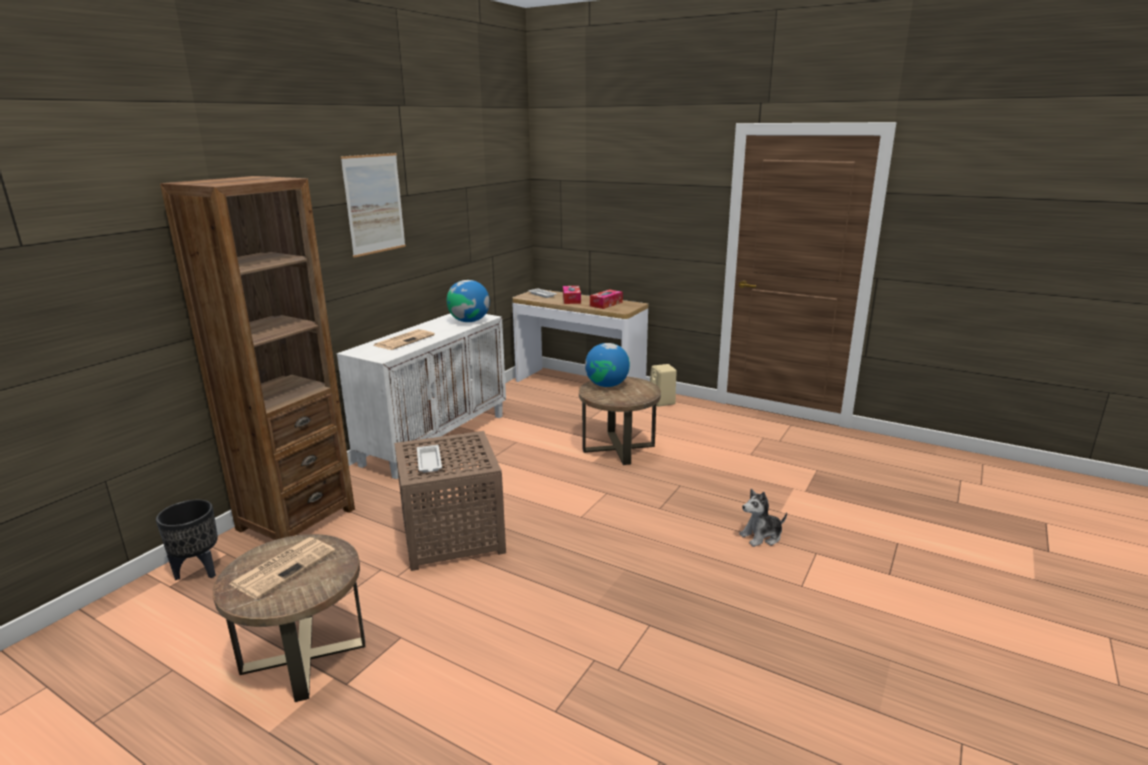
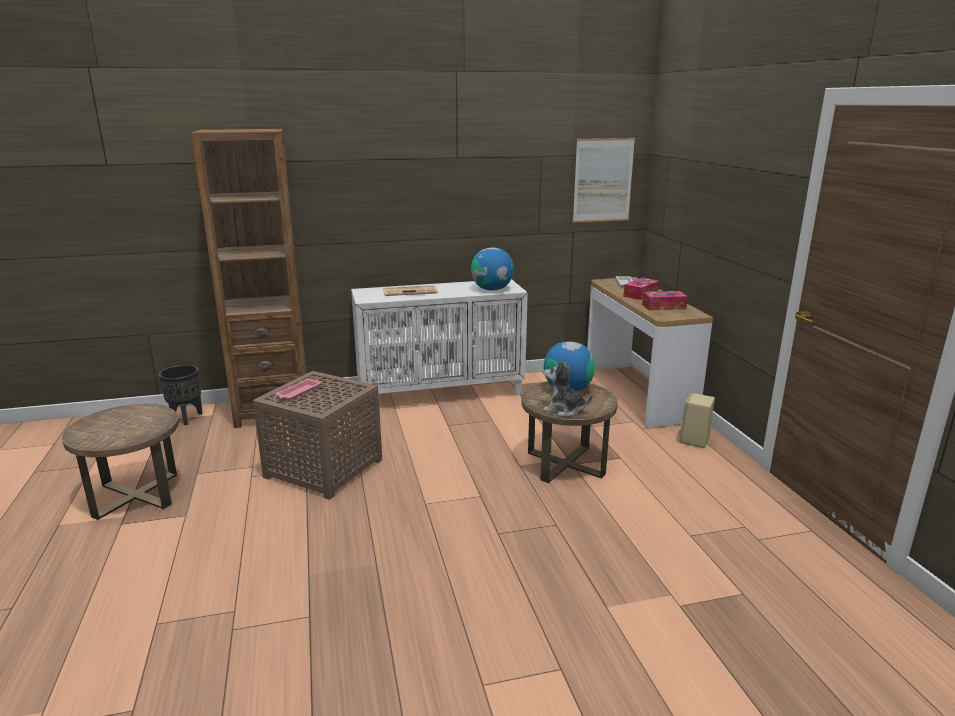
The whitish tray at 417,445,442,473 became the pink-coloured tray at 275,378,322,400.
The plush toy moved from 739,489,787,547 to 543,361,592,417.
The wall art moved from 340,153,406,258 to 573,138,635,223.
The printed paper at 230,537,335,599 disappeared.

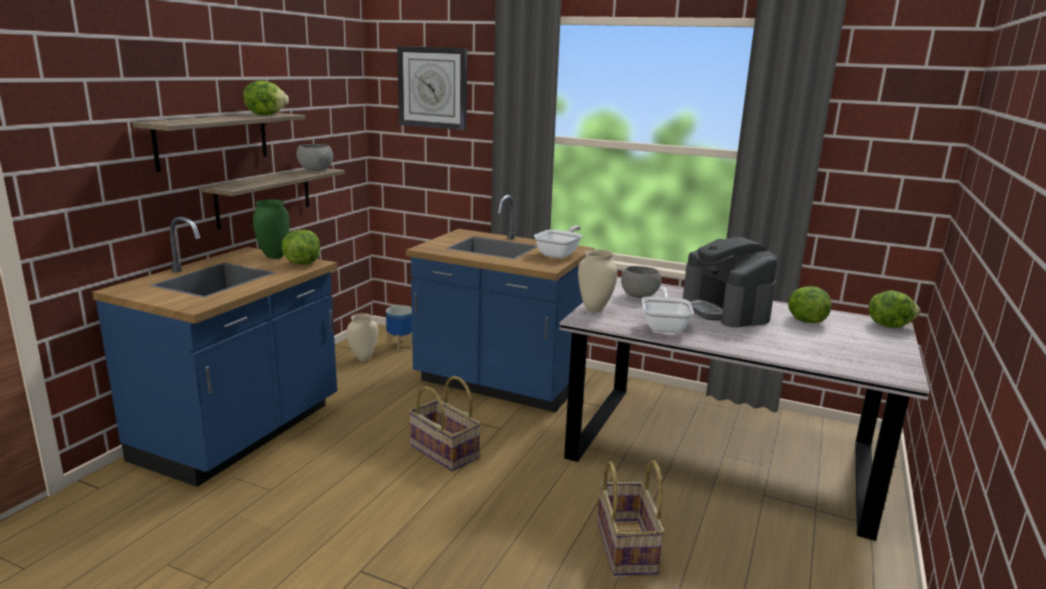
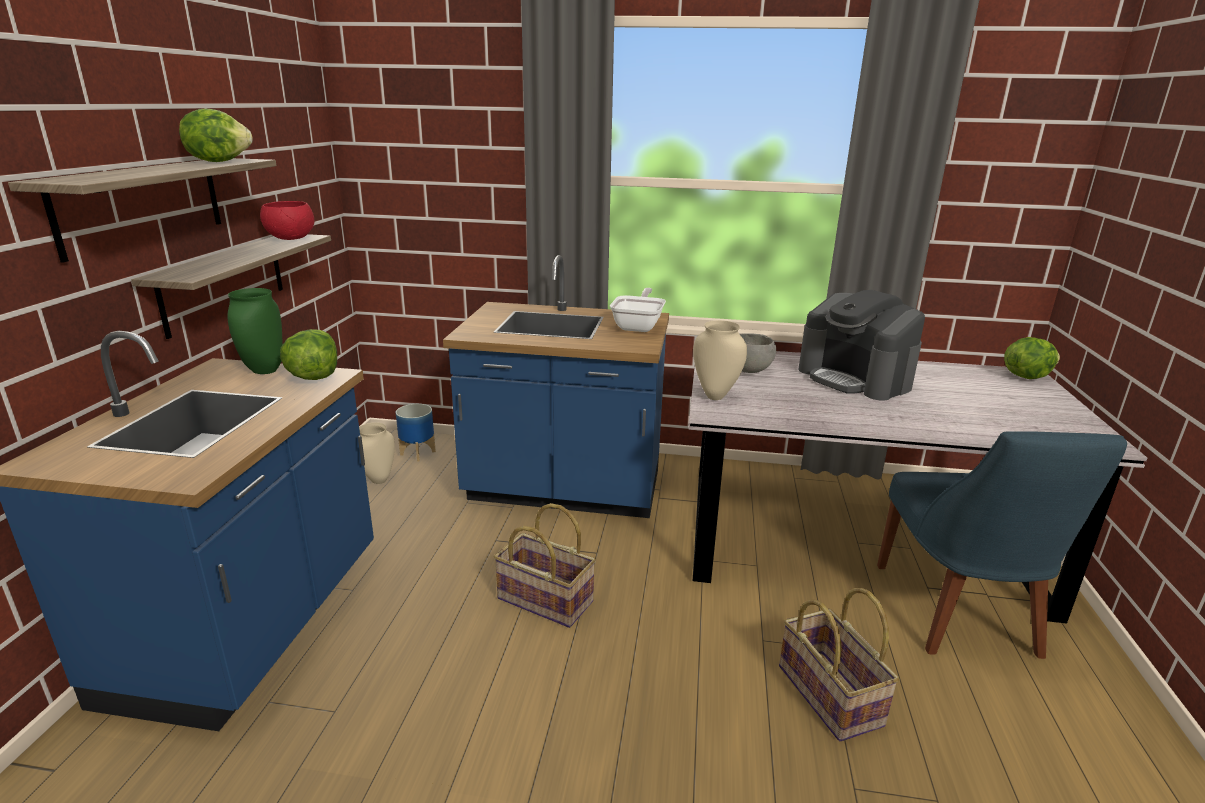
The gray deep dish at 296,144,333,171 became the red-coloured deep dish at 260,201,314,240.
The bluish chair at 877,431,1127,659 appeared.
The hanging clock at 397,46,467,130 disappeared.
The frying pan at 642,287,694,333 disappeared.
The lettuce at 788,286,831,323 disappeared.

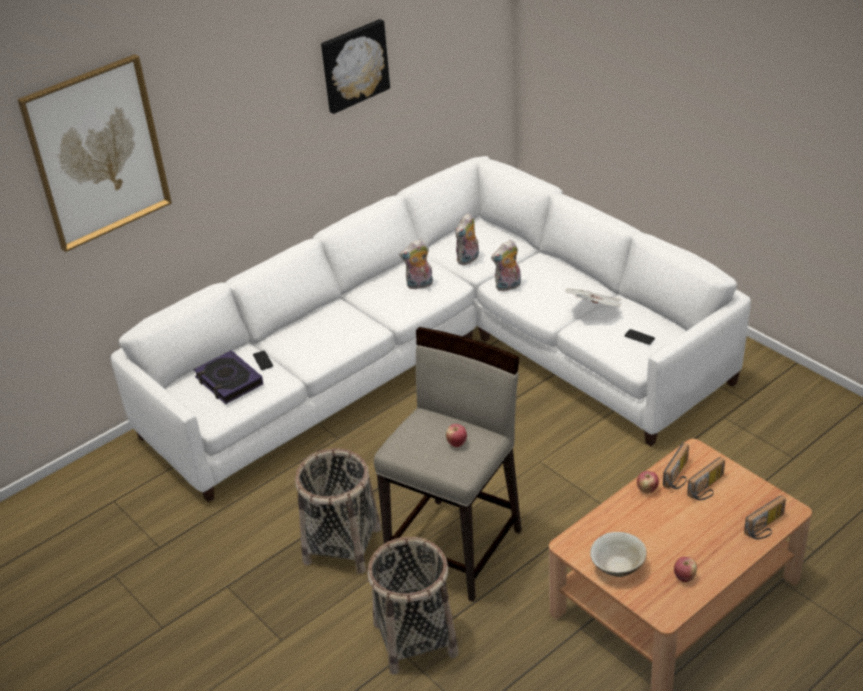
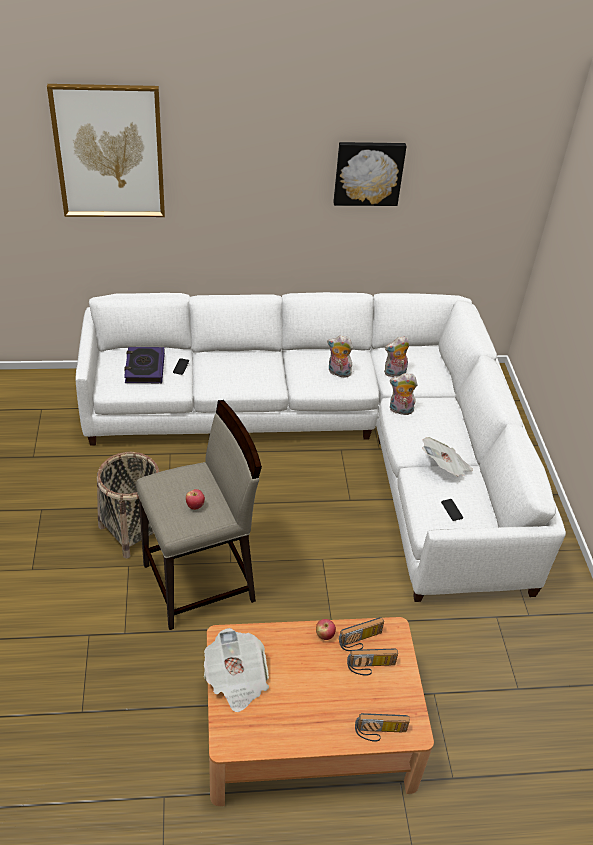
The beige deep dish at 590,532,647,577 was replaced by the printed paper at 204,628,269,712.
The storage basket at 367,537,458,675 disappeared.
The apple fruit at 674,557,697,583 disappeared.

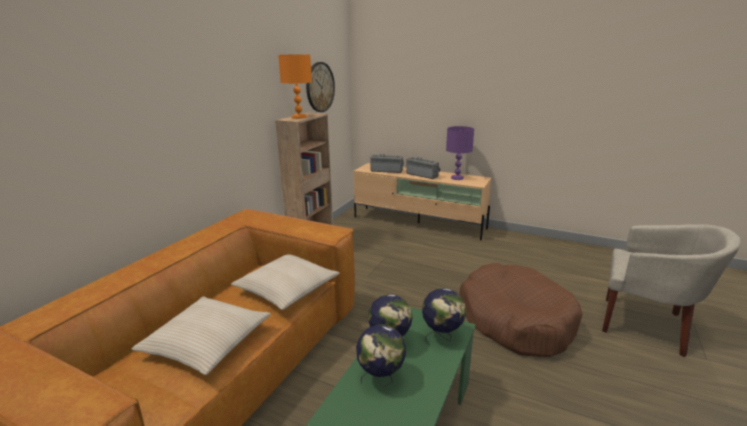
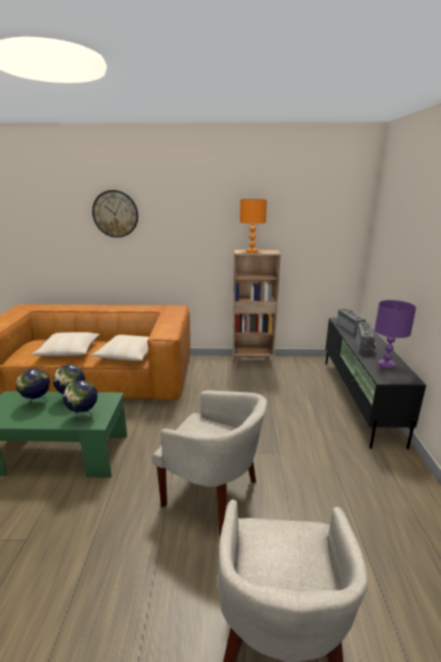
The hanging clock moved from 306,62,335,112 to 92,190,138,238.
The brown pet bed at 459,263,583,357 was replaced by the beige easy chair at 152,391,267,536.
The beige media console at 353,163,491,240 became the black-coloured media console at 325,318,426,449.

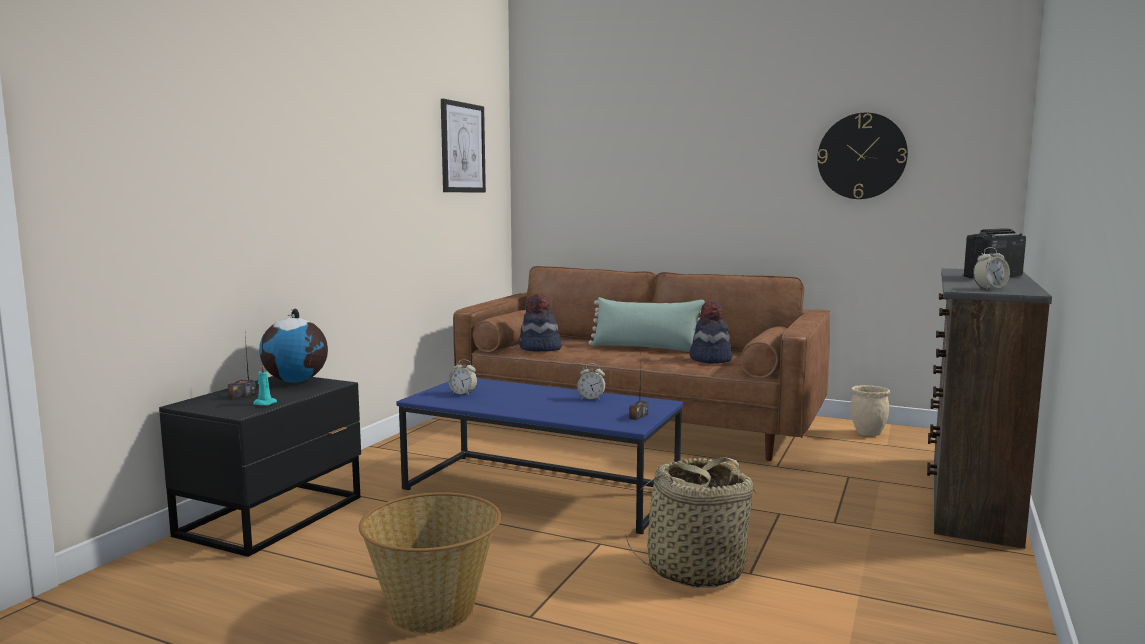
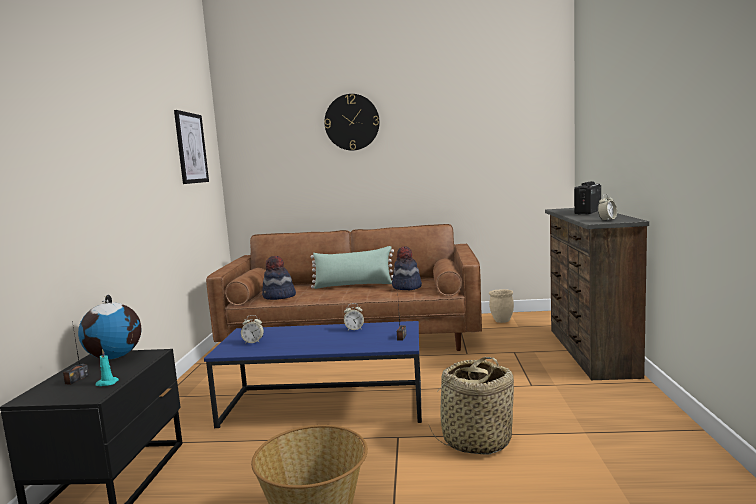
The hanging clock moved from 817,113,908,199 to 324,94,380,151.

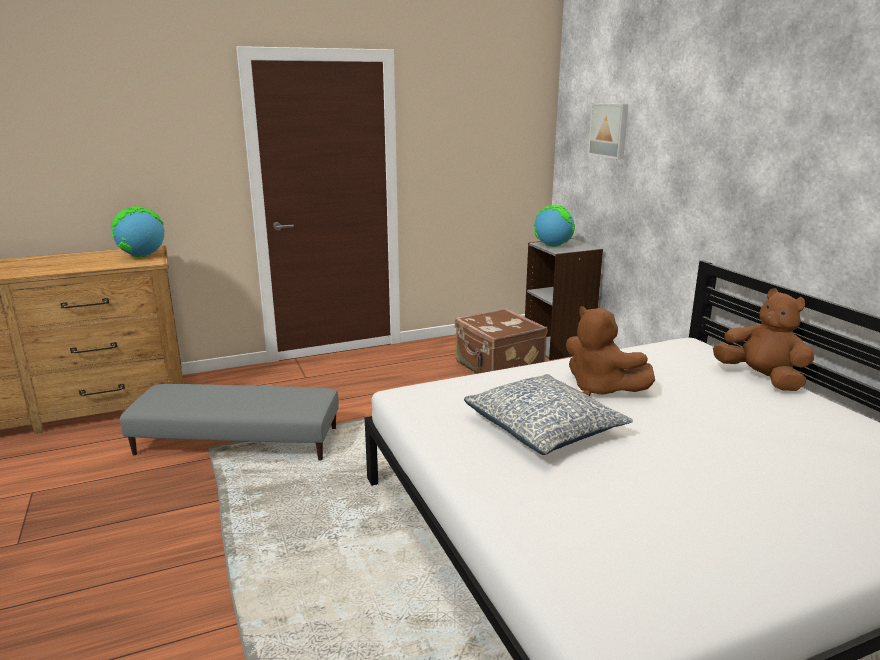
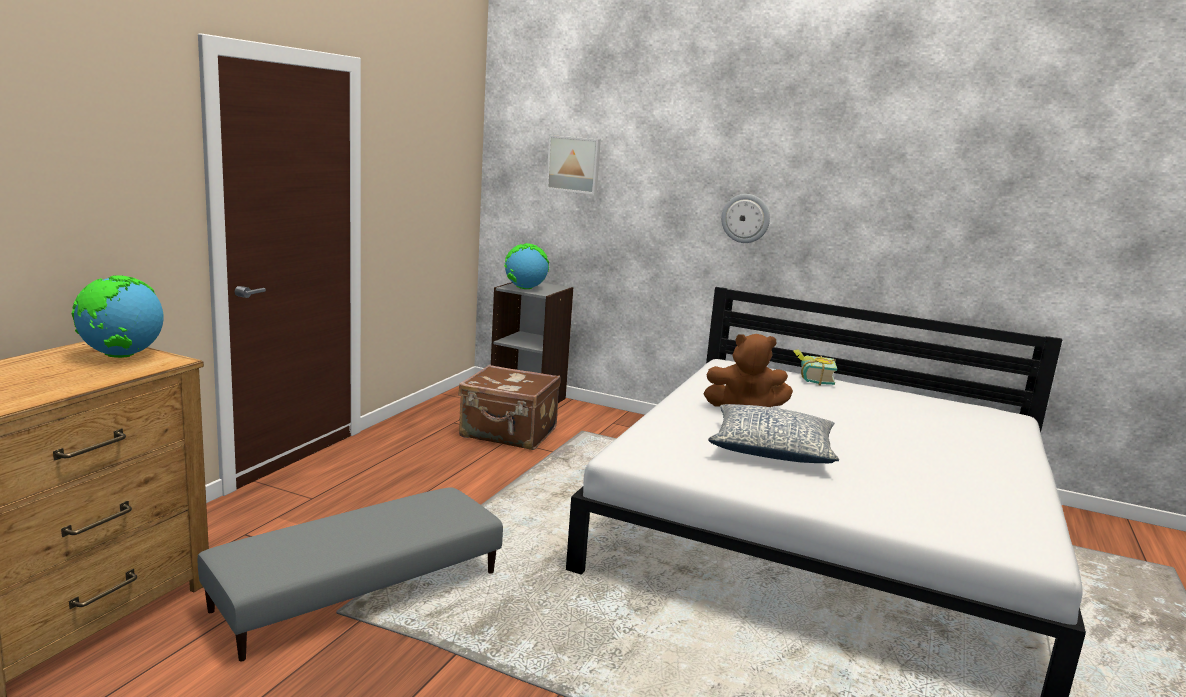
The hanging clock at 721,194,770,243 appeared.
The brown plush toy at 713,288,814,391 was replaced by the bound book at 793,349,837,386.

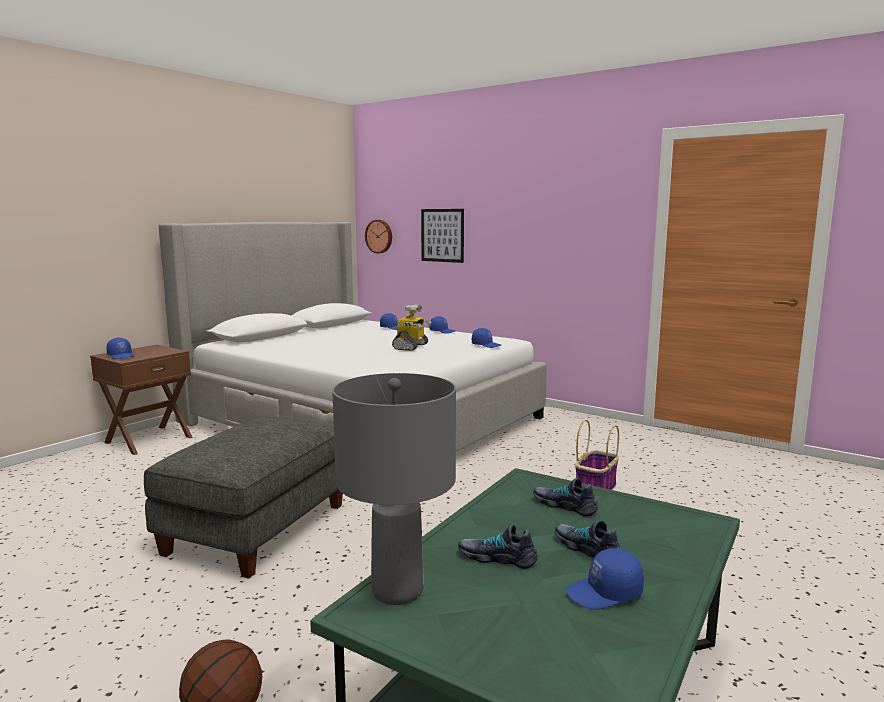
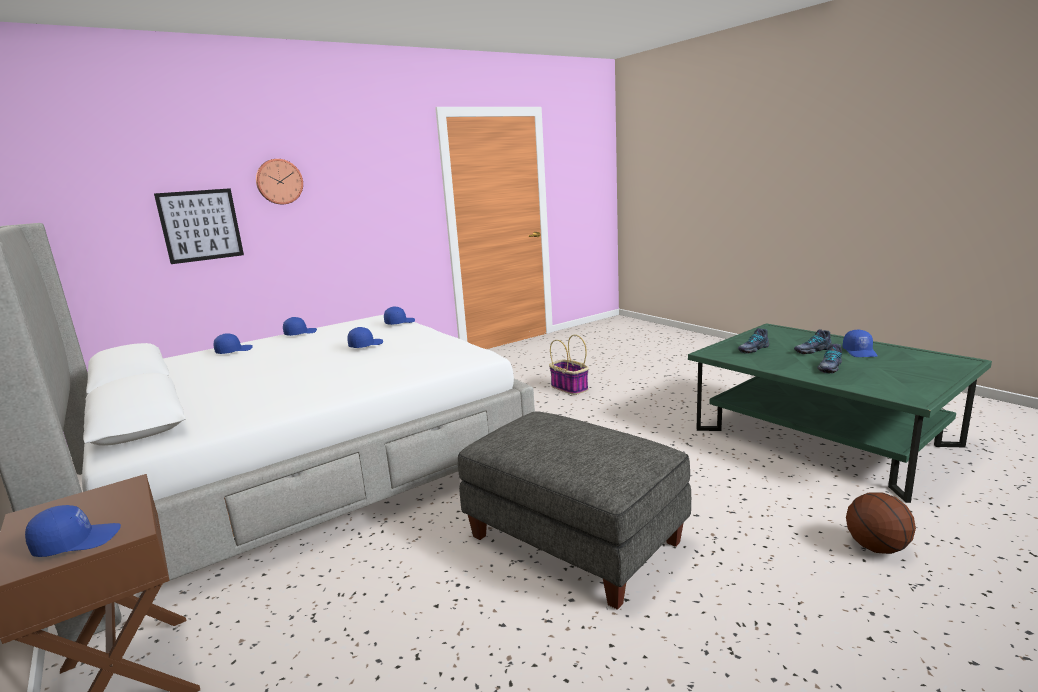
The hanging clock moved from 365,220,392,253 to 256,159,303,204.
The robot figure at 392,305,432,351 was replaced by the bluish baseball cap at 347,327,383,348.
The gray lamp for a table at 332,373,456,605 disappeared.

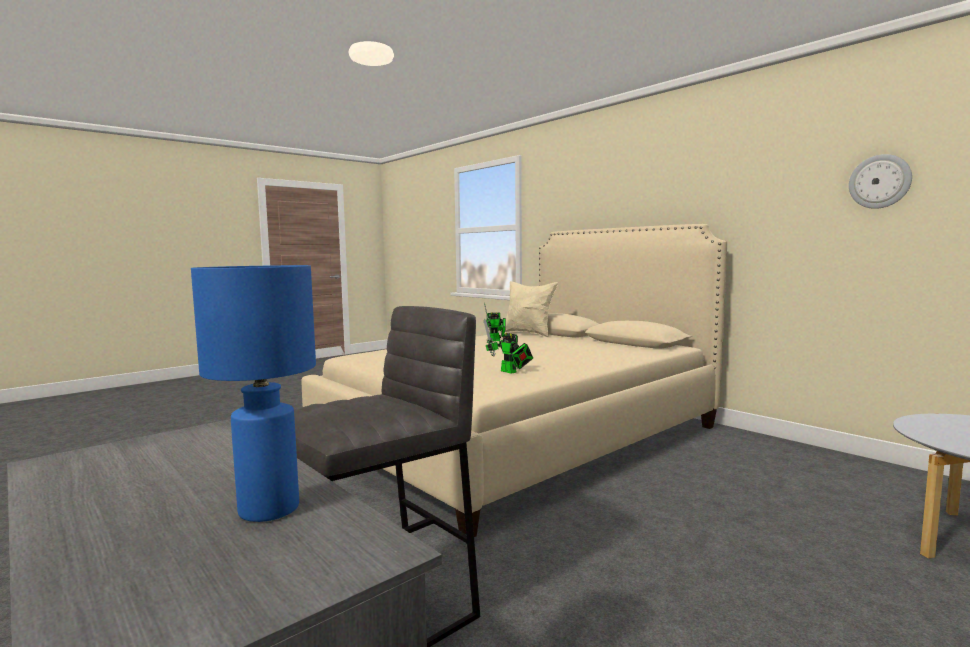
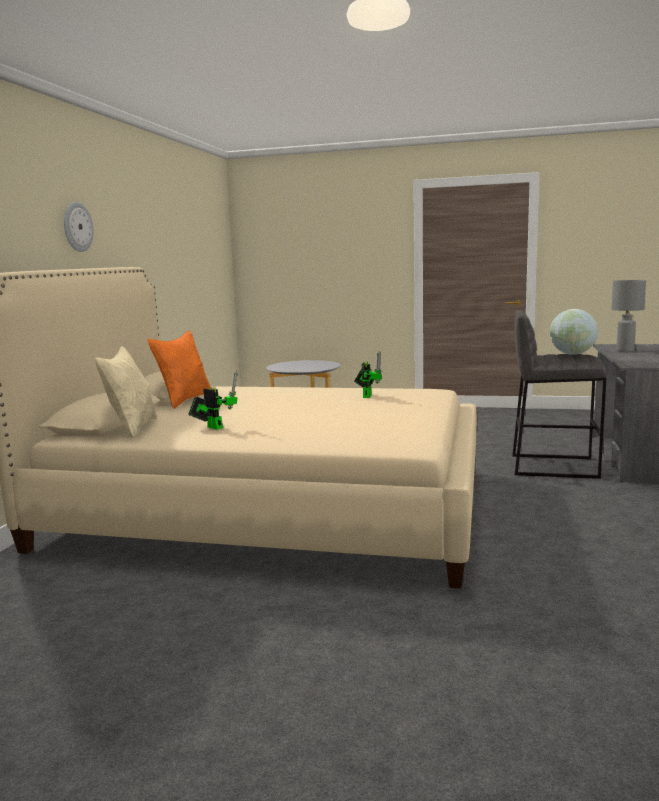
The hanging clock moved from 849,154,912,209 to 64,202,94,252.
The orange-coloured cushion at 147,331,212,409 appeared.
The desk globe at 550,309,598,355 appeared.
The bluish lamp for a table at 191,265,316,522 became the gray lamp for a table at 611,280,646,352.

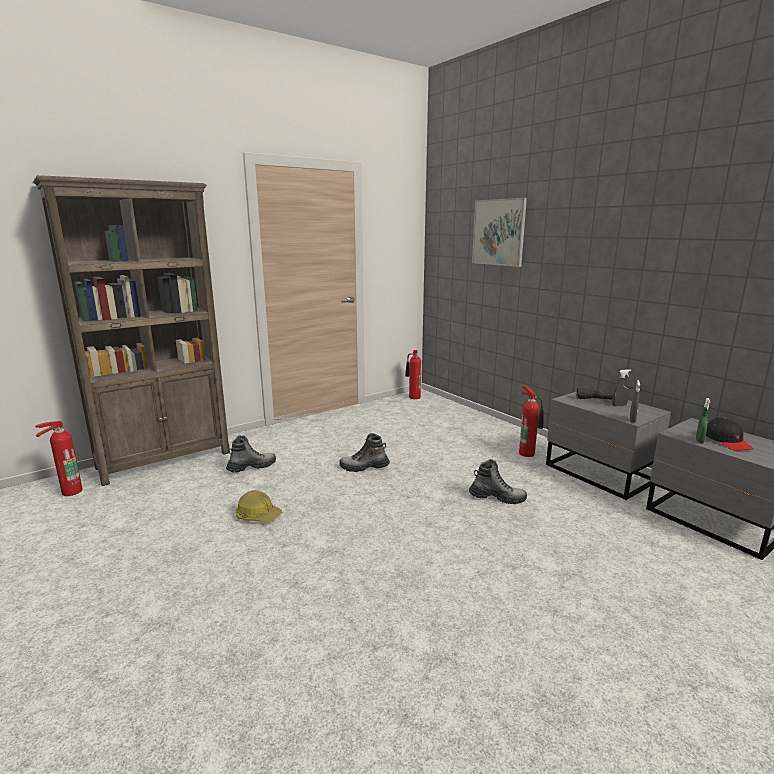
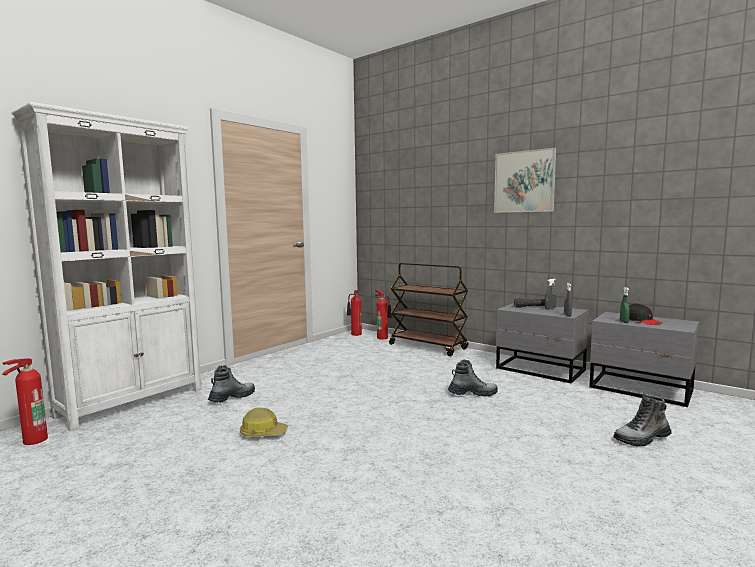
The brown shelving unit at 33,175,229,486 became the whitish shelving unit at 11,102,202,432.
The fire extinguisher moved from 519,385,544,457 to 375,290,392,340.
The brown wheeled cart at 389,263,468,356 appeared.
The wall art moved from 472,198,527,267 to 494,148,556,213.
The high-top boot moved from 339,433,390,472 to 613,393,672,446.

